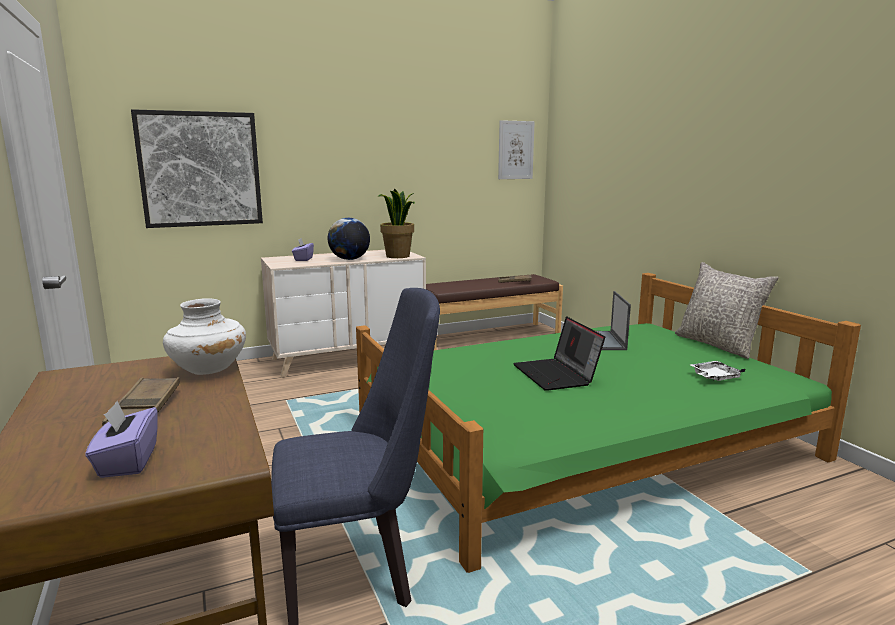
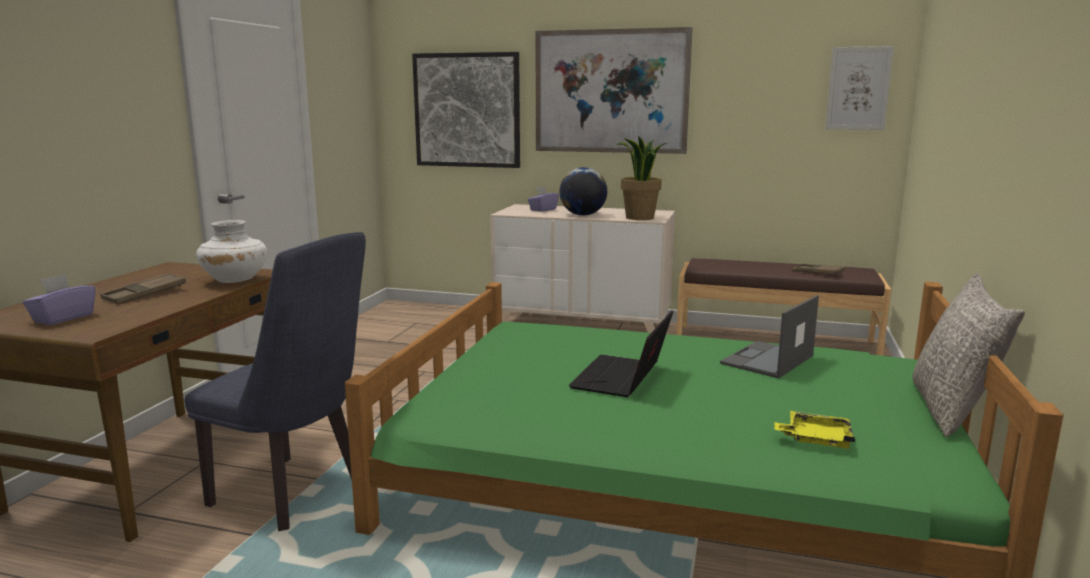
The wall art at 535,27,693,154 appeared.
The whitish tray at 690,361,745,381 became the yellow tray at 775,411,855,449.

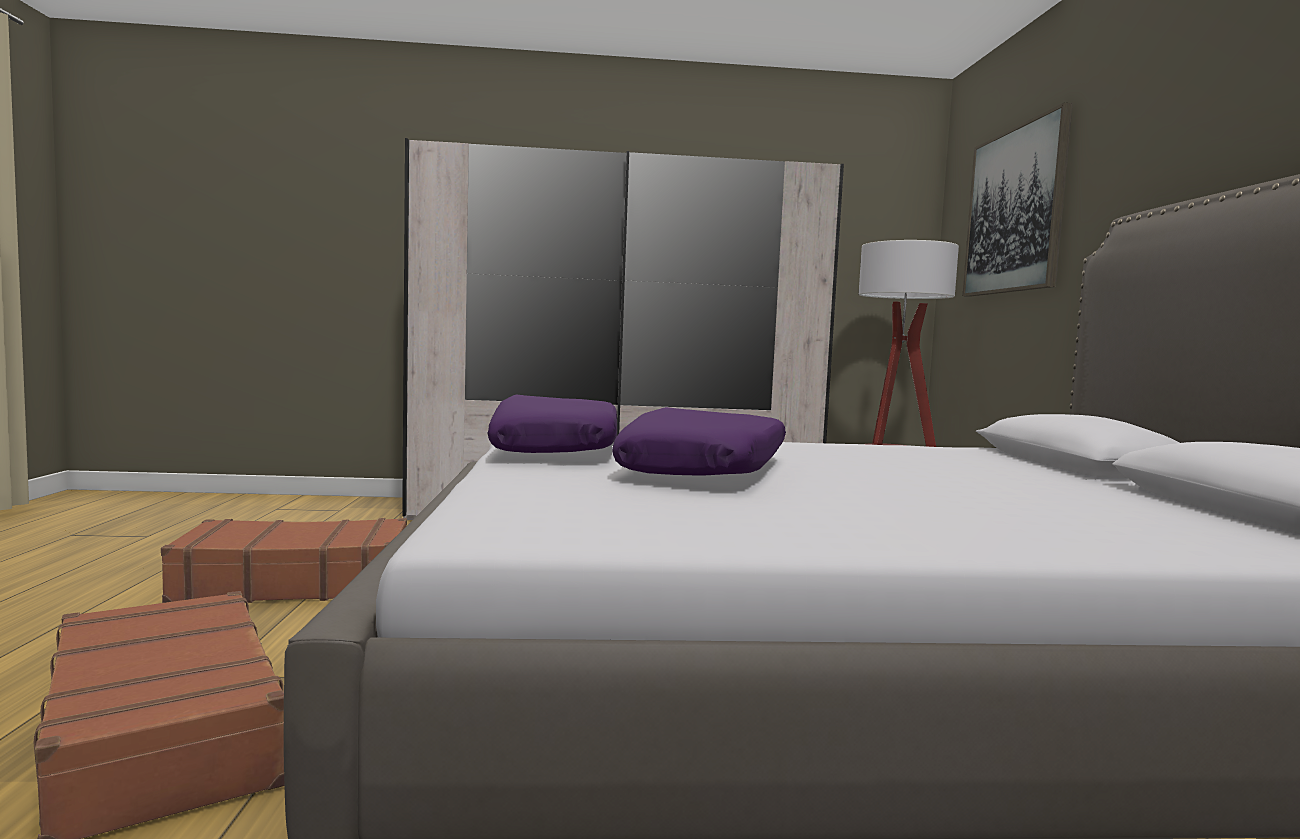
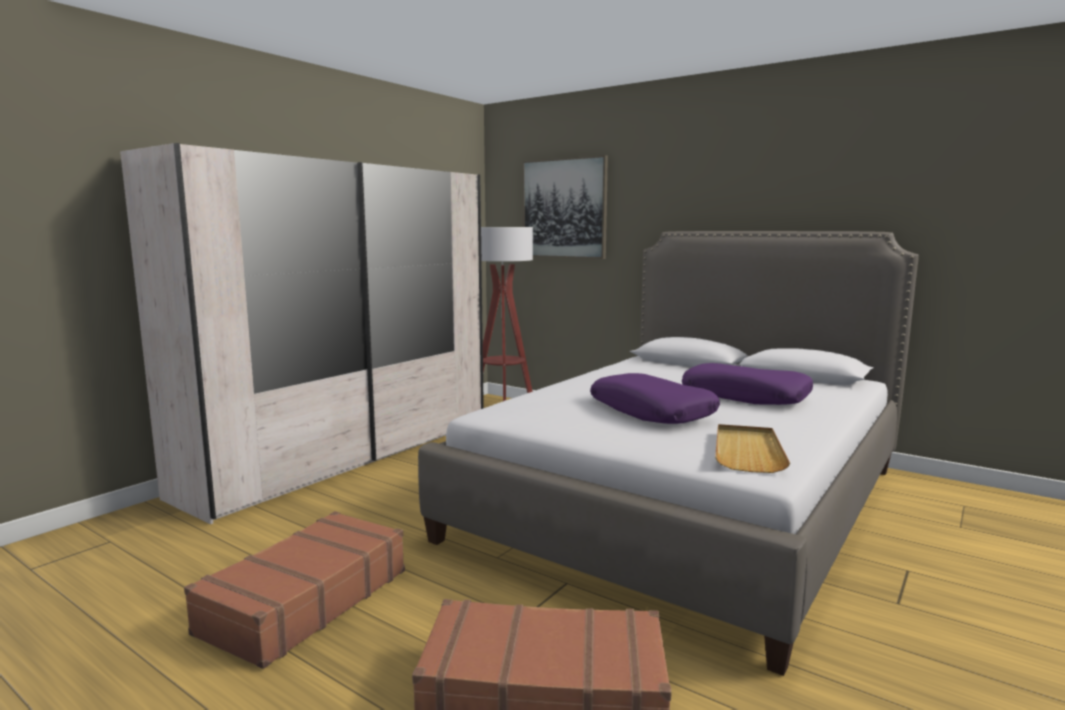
The purple-coloured cushion moved from 488,394,617,453 to 682,363,813,405.
The beige tray at 715,424,790,473 appeared.

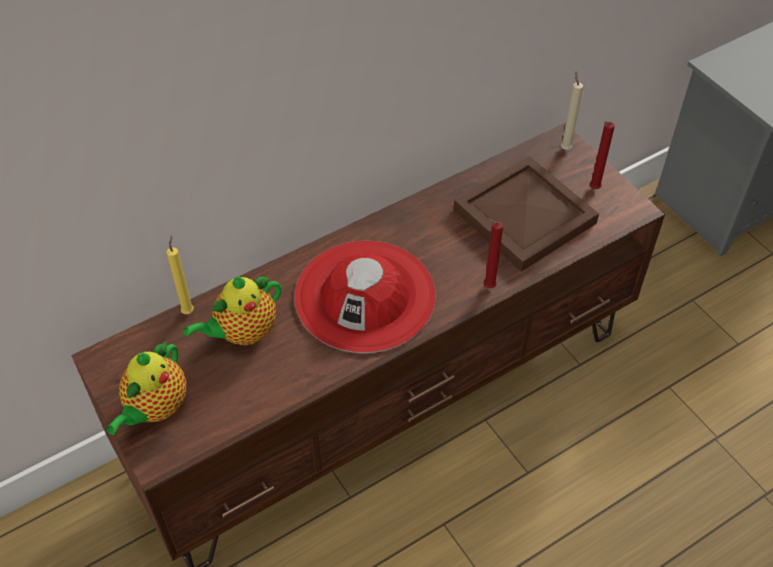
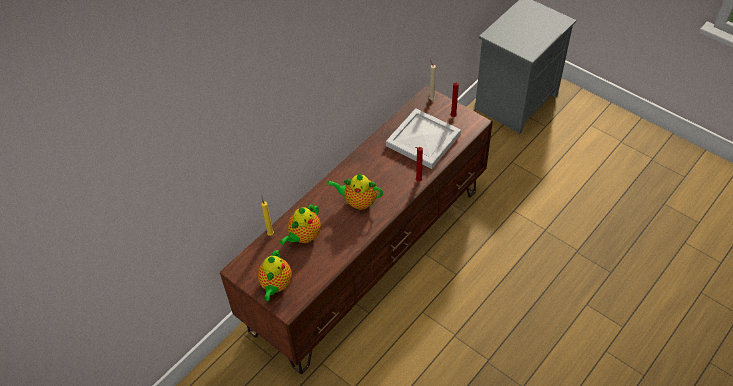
The red-coloured wearable hat at 294,240,436,353 was replaced by the pot for tea at 328,174,383,210.
The brown tray at 453,156,599,272 became the whitish tray at 386,108,461,169.

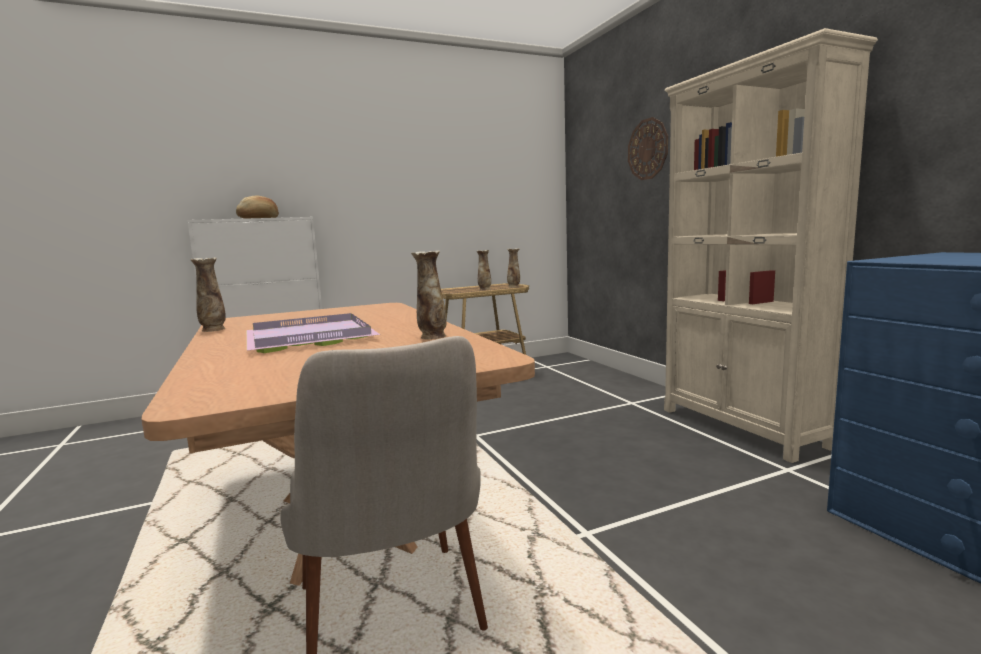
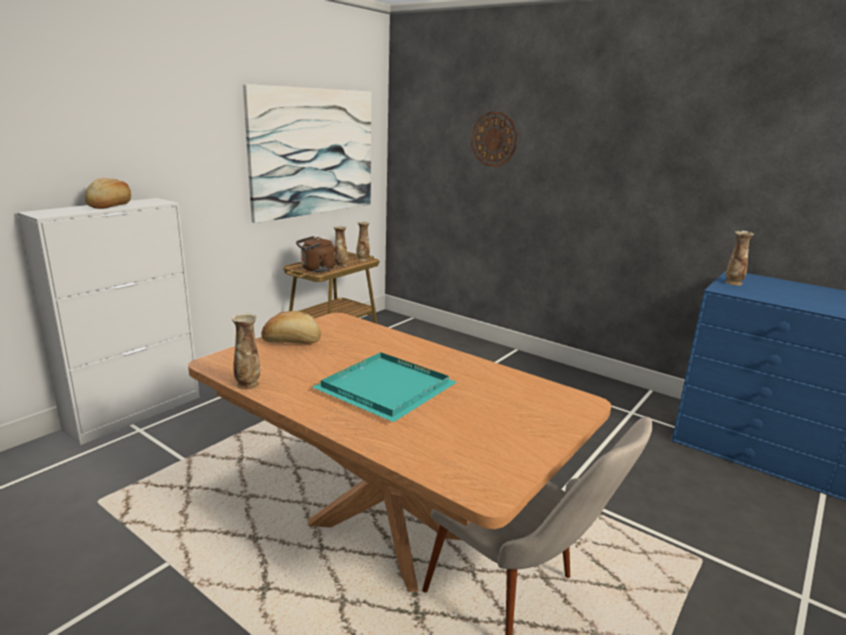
The wall art at 243,84,371,223 appeared.
The bakery bread at 261,311,321,344 appeared.
The brown tea kettle at 296,236,335,272 appeared.
The purple-coloured tray at 246,313,380,353 became the blue-green tray at 312,352,457,422.
The flower vase moved from 411,250,447,340 to 725,231,754,285.
The beige shelving unit at 664,28,878,463 disappeared.

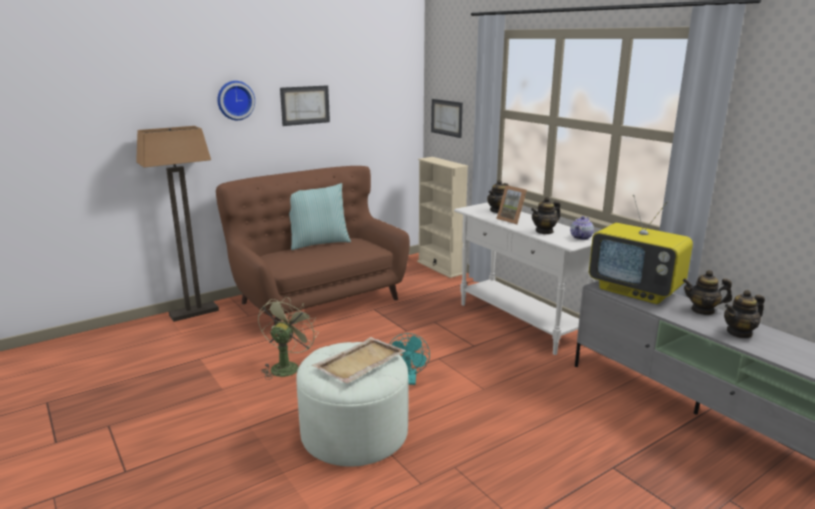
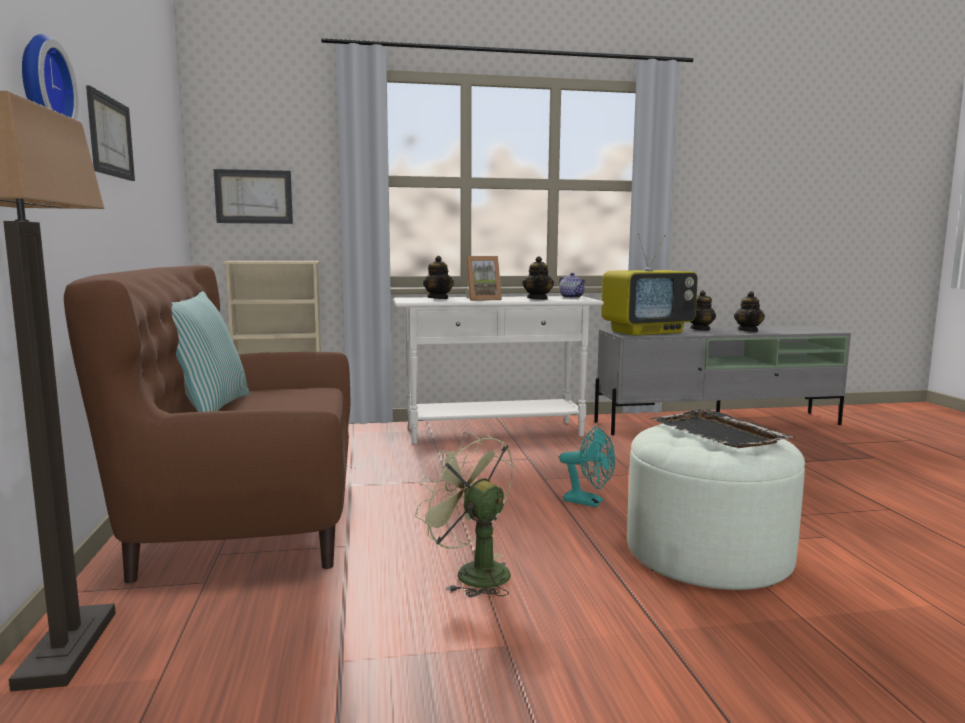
The beige tray at 312,337,406,383 became the black-coloured tray at 651,409,794,448.

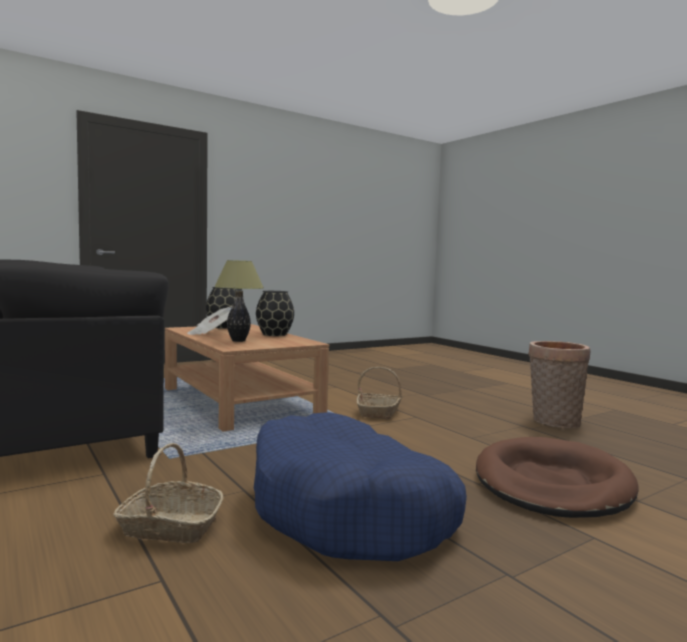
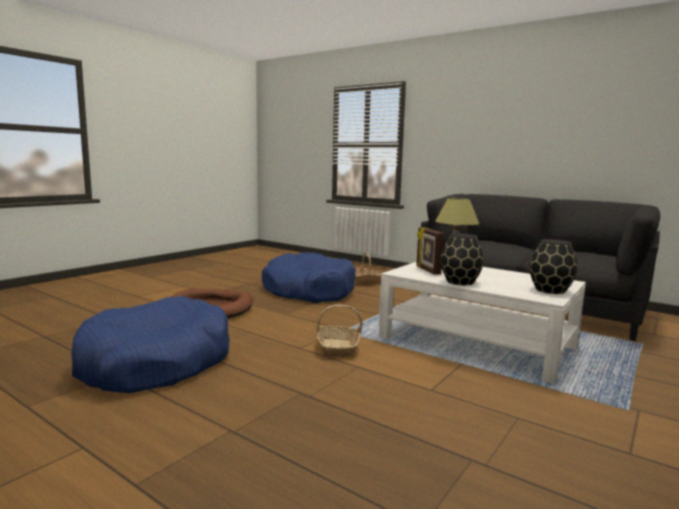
The storage basket at 528,341,591,428 was replaced by the bluish pet bed at 71,296,230,393.
The brown lounge table at 165,324,329,432 became the whitish lounge table at 378,262,586,384.
The picture frame at 416,227,444,275 appeared.
The printed paper at 187,306,232,335 disappeared.

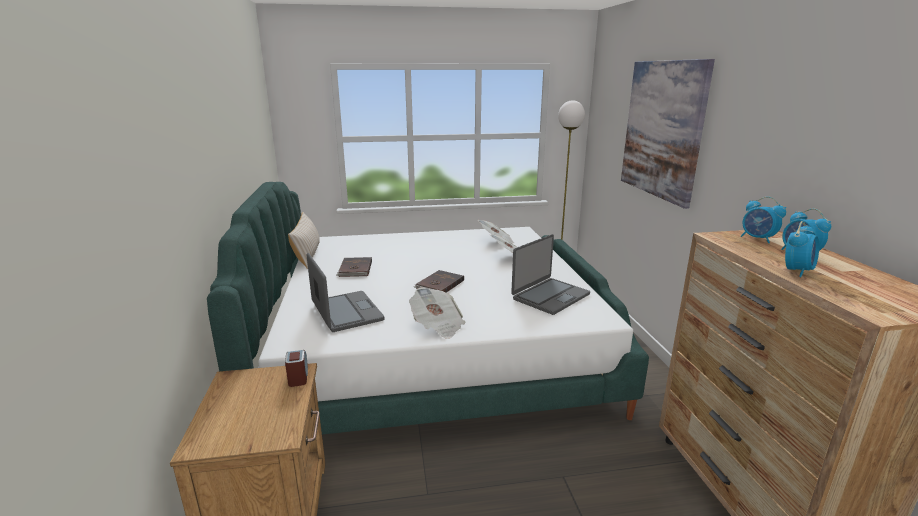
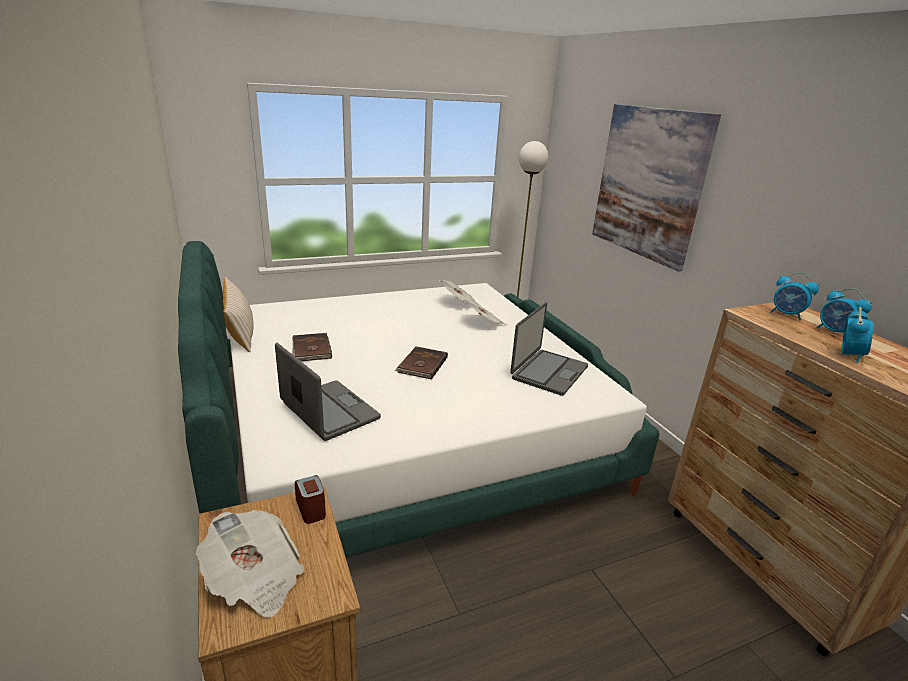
The printed paper moved from 409,287,466,339 to 196,510,305,618.

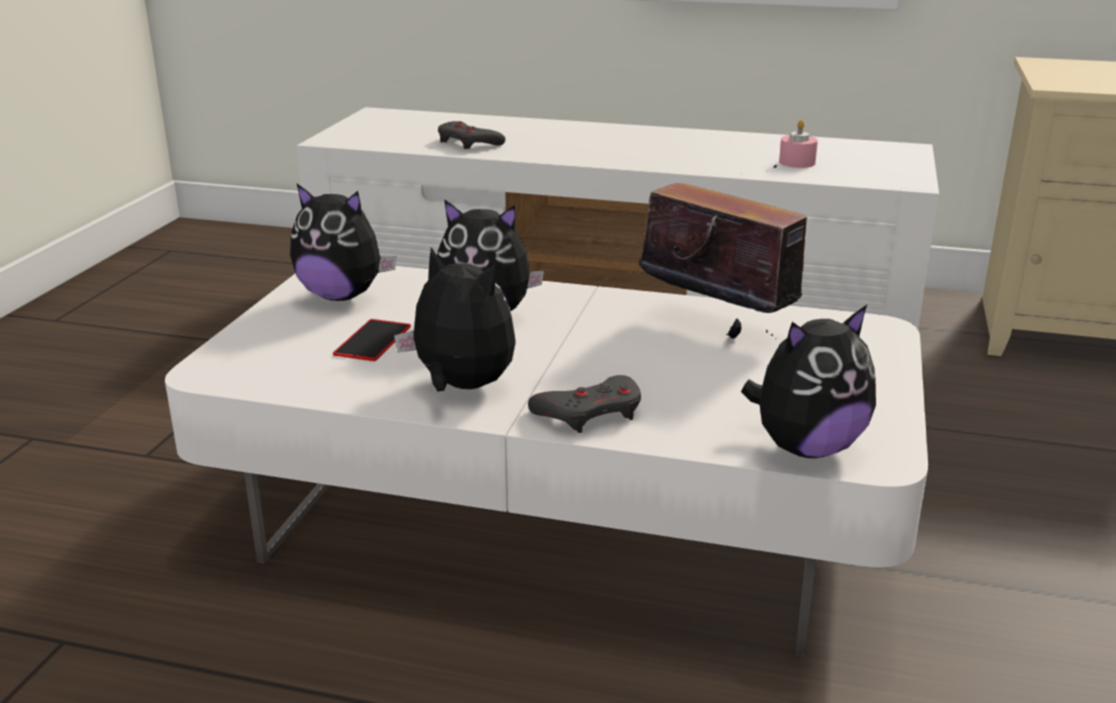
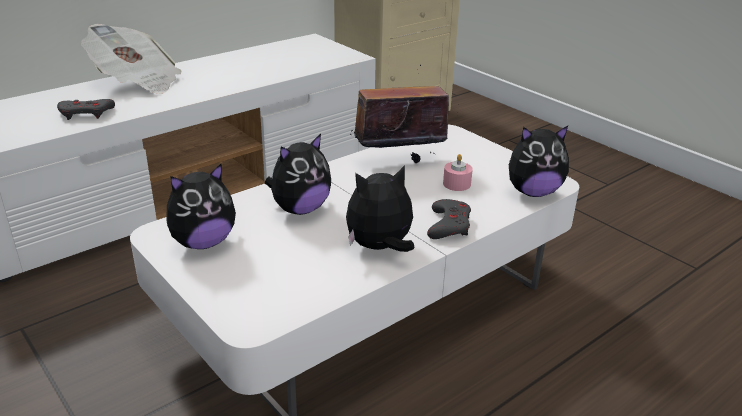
The printed paper at 81,24,182,94 appeared.
The pink-coloured candle moved from 779,120,818,168 to 443,154,473,191.
The plush toy at 741,305,876,458 turned 75 degrees clockwise.
The telephone at 333,319,411,361 disappeared.

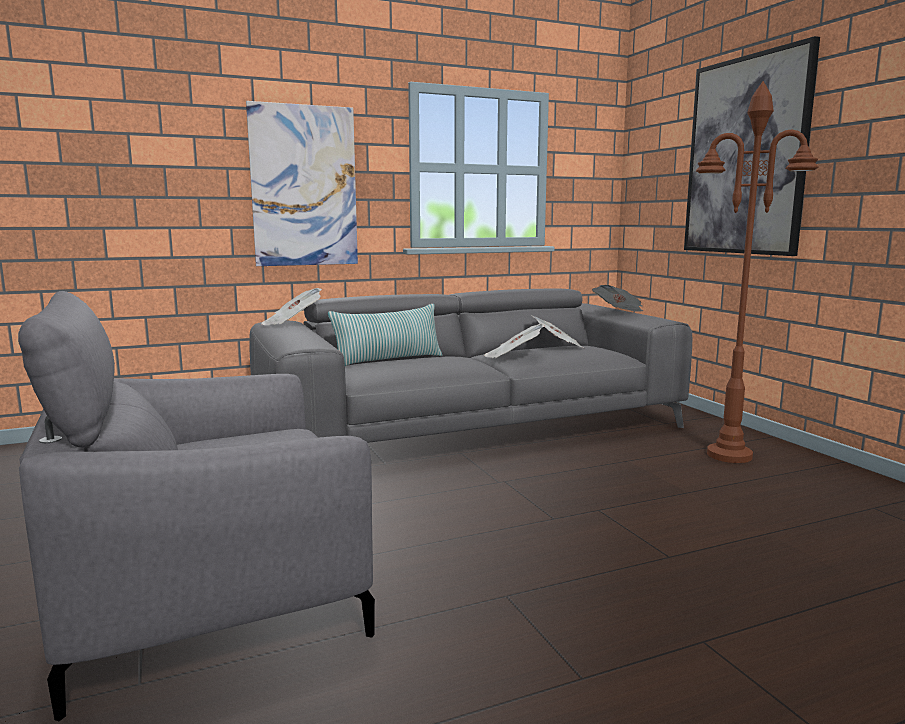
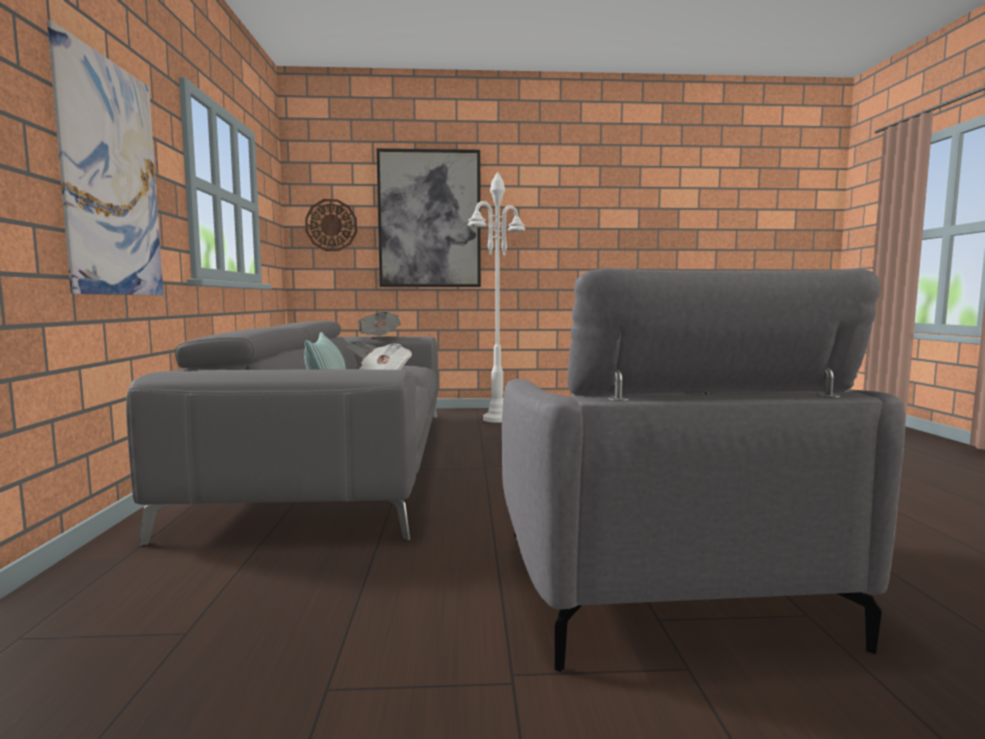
The hanging clock at 305,199,357,251 appeared.
The brown floor lamp at 696,81,819,463 became the whitish floor lamp at 468,172,526,423.
The printed paper at 261,288,322,325 disappeared.

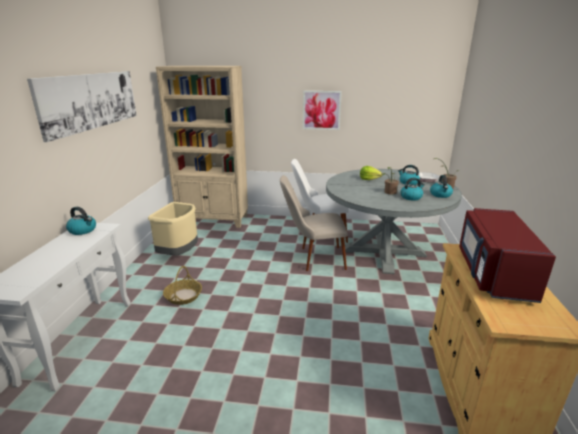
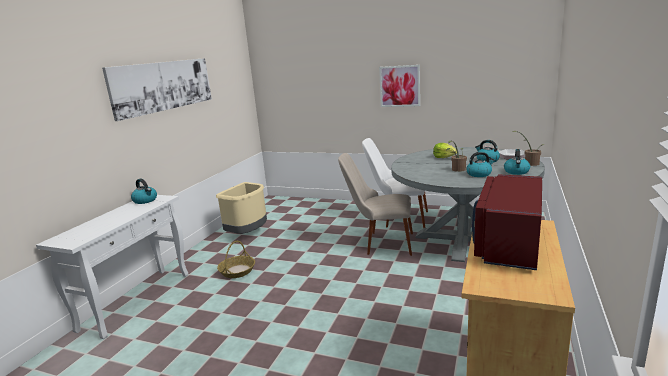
The beige shelving unit at 156,66,248,228 disappeared.

